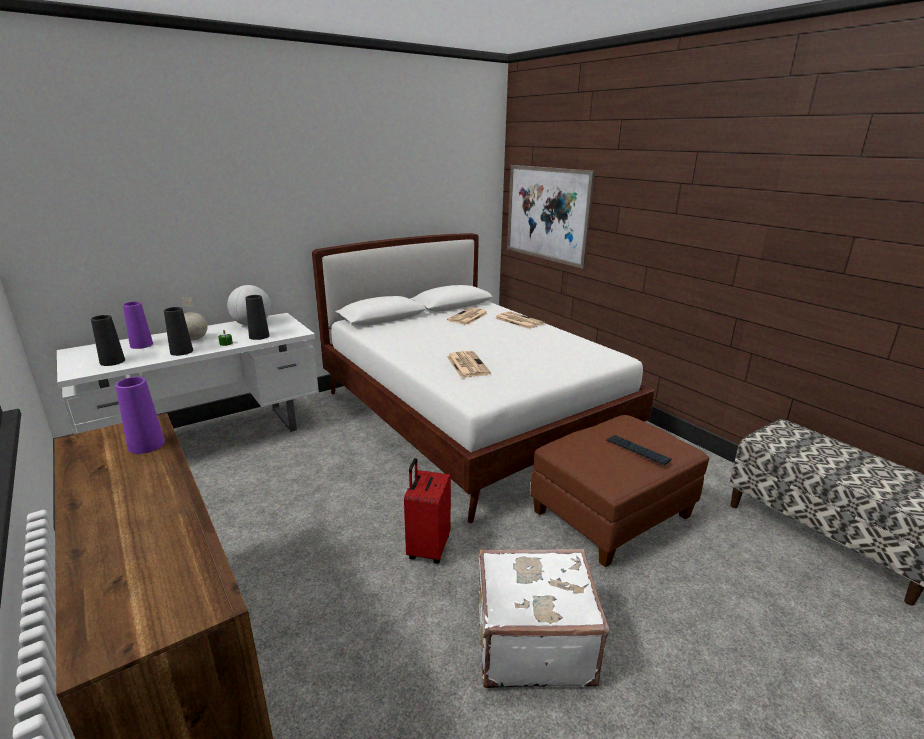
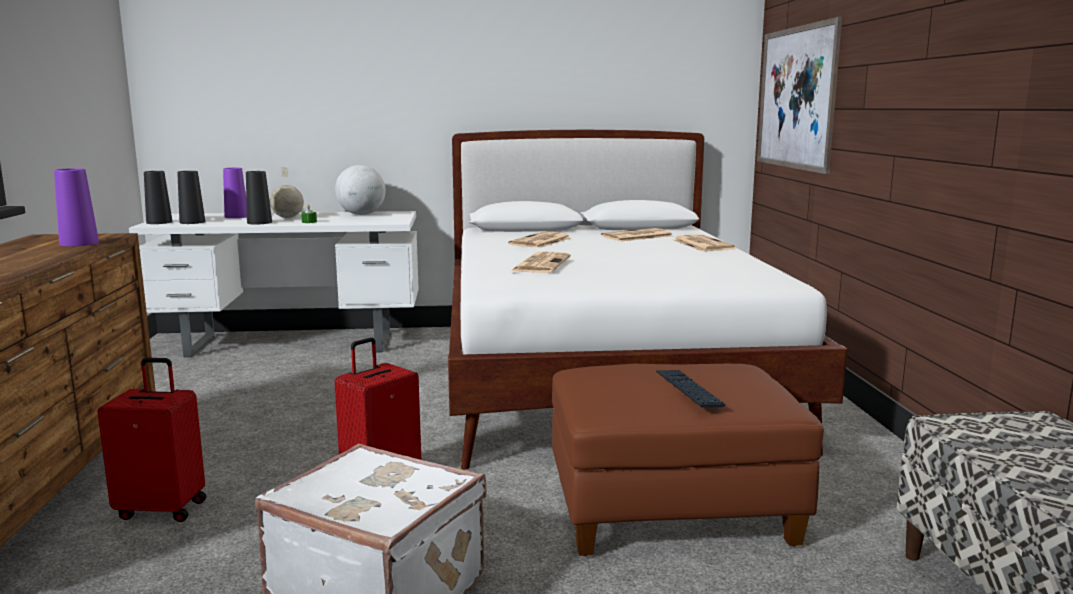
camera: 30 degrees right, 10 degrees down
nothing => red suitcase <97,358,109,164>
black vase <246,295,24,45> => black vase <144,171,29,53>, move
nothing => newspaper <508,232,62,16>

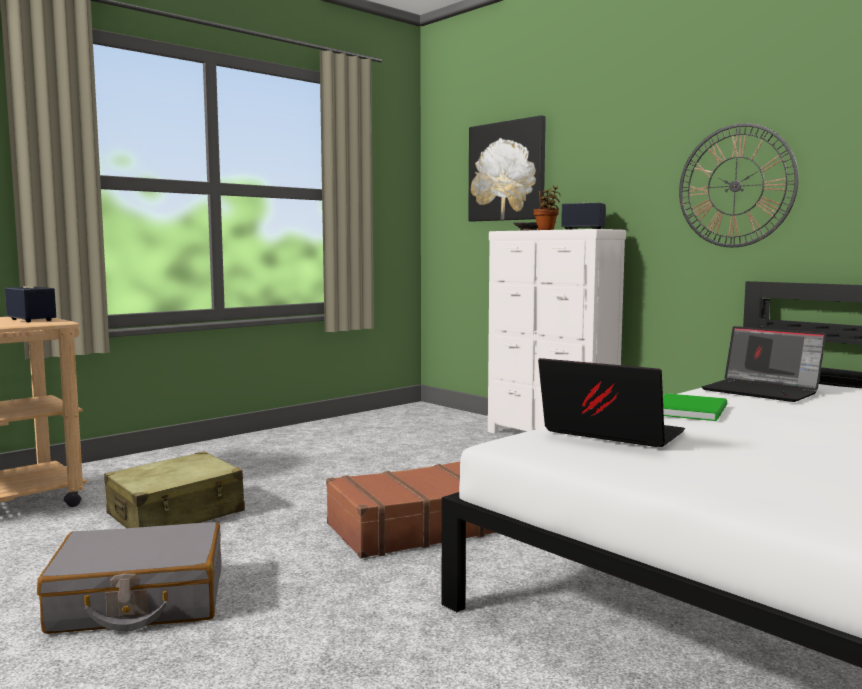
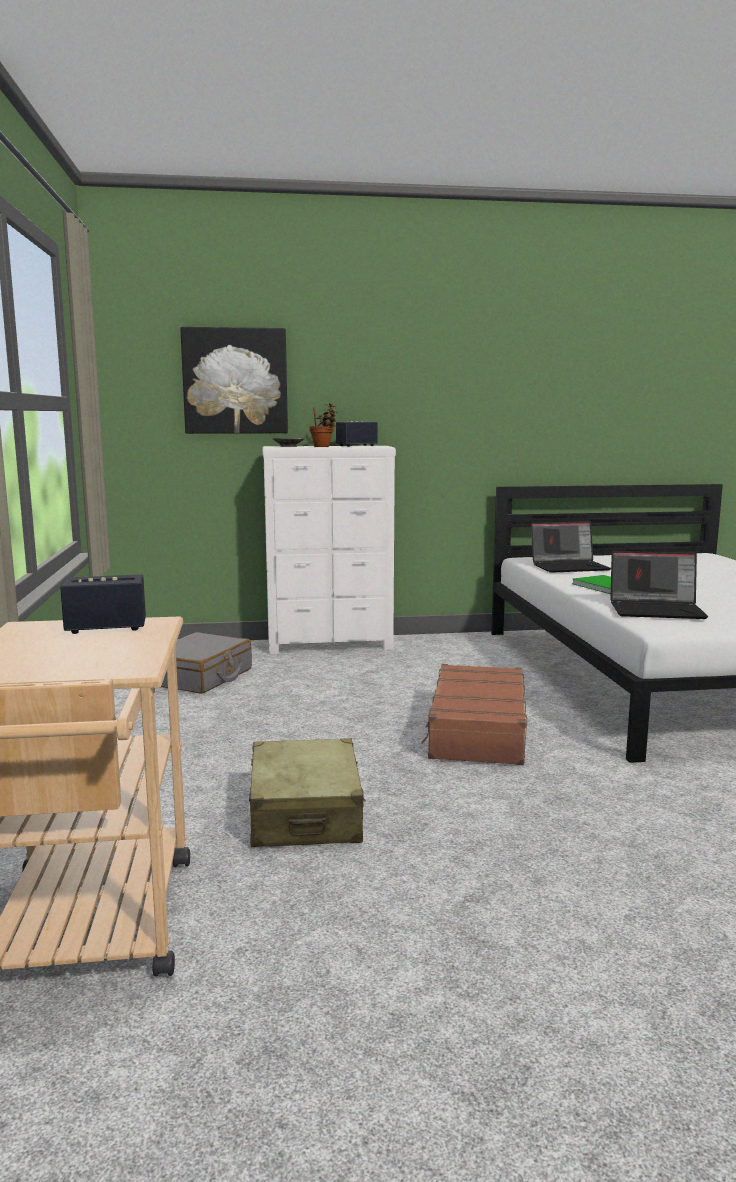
camera: 55 degrees left, 5 degrees up
grey suitcase <37,522,185,112> => grey suitcase <161,632,91,62>, move
laptop <538,358,147,89> => laptop <610,551,98,68>, 150 degrees counterclockwise
wall clock <679,123,120,124> => nothing

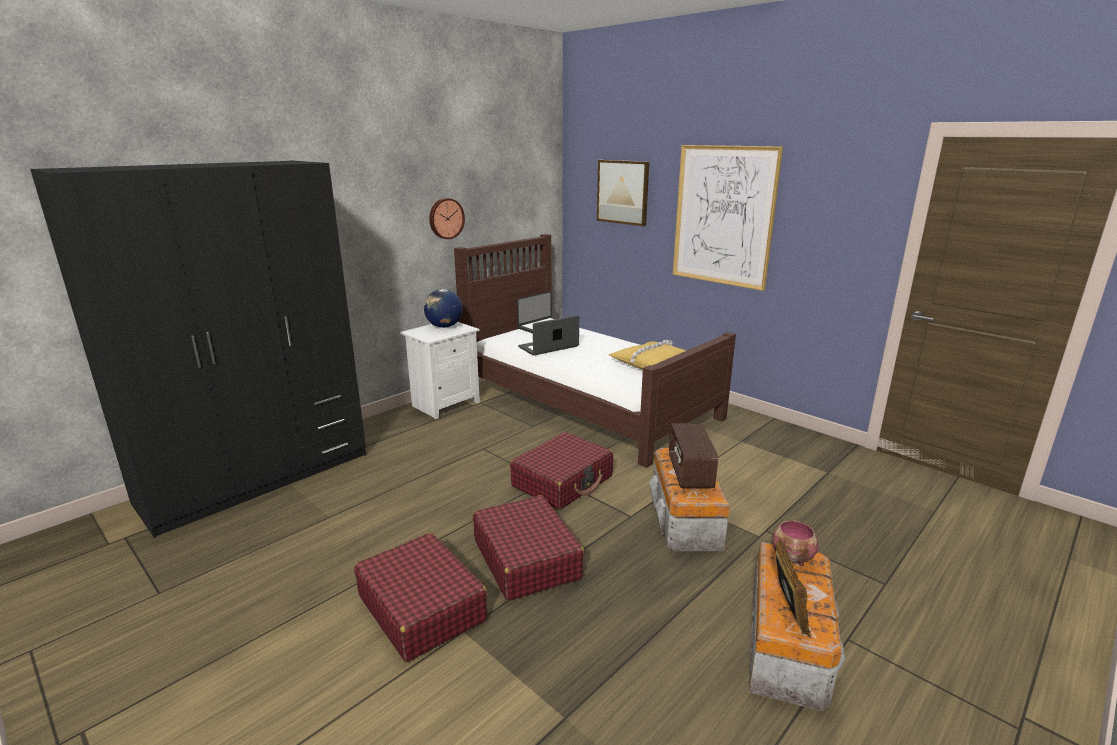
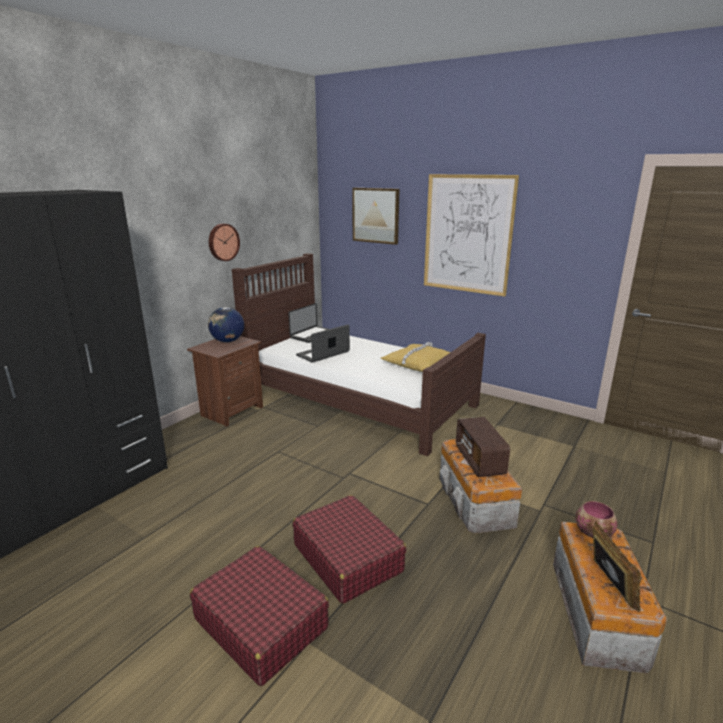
camera: 10 degrees left, 0 degrees up
white nightstand <400,322,80,97> => brown nightstand <187,336,76,91>
red suitcase <510,432,103,78> => nothing

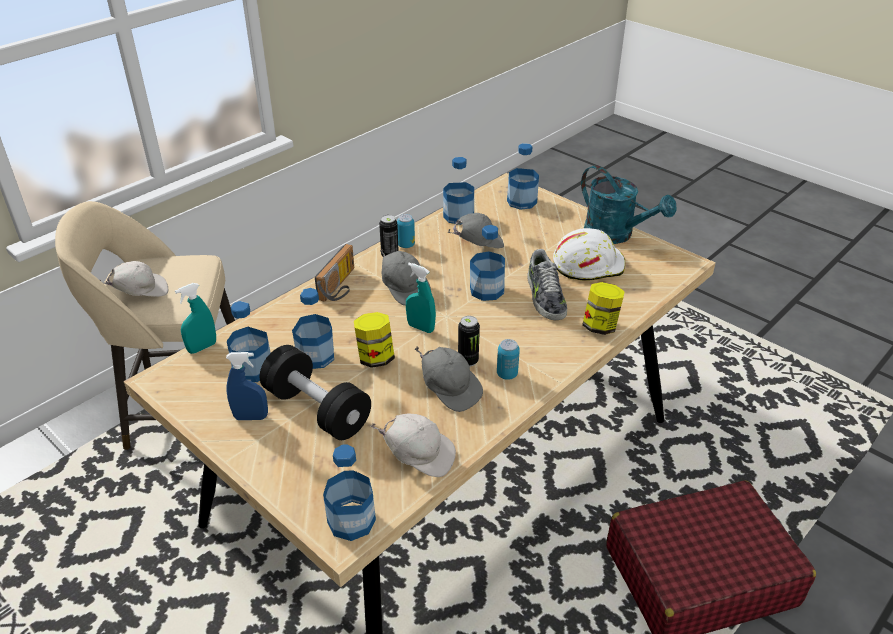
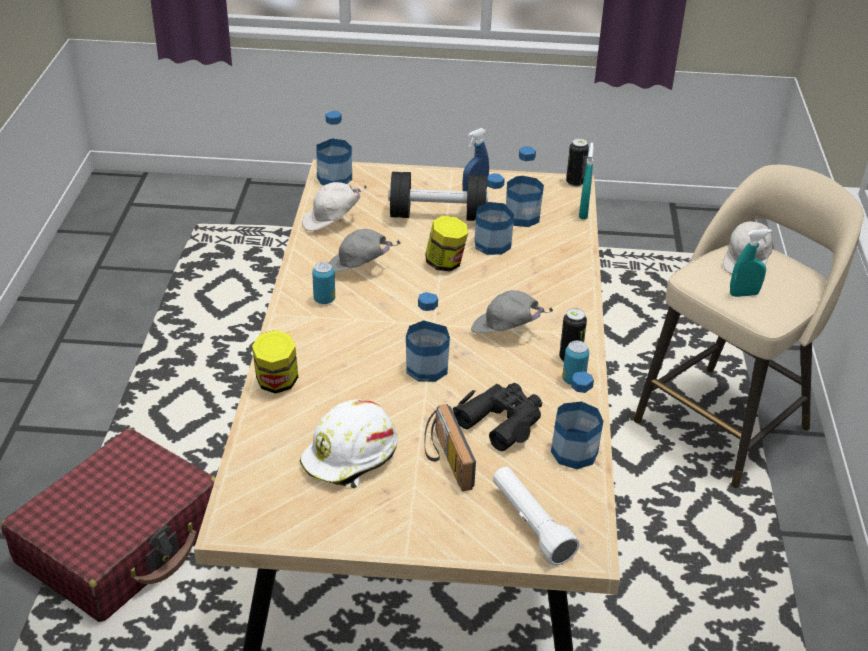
camera: 140 degrees right, 0 degrees up
radio <315,244,39,58> => radio <424,404,52,88>, move
grey cap <448,213,56,35> => black binoculars <453,383,89,68>
bottle <507,143,32,67> => white flashlight <493,467,87,98>
can <458,316,22,51> => can <566,138,23,49>, move
turquoise spray bottle <406,263,30,70> => turquoise spray bottle <730,229,42,68>, move
shoe <528,249,39,71> => nothing
turquoise watering can <581,165,95,79> => nothing

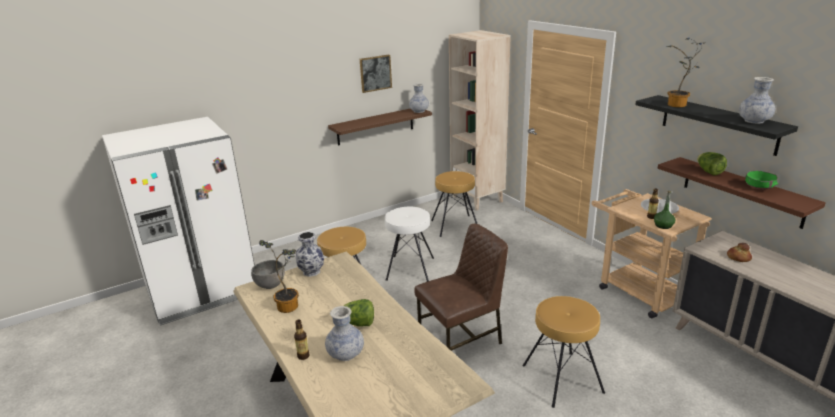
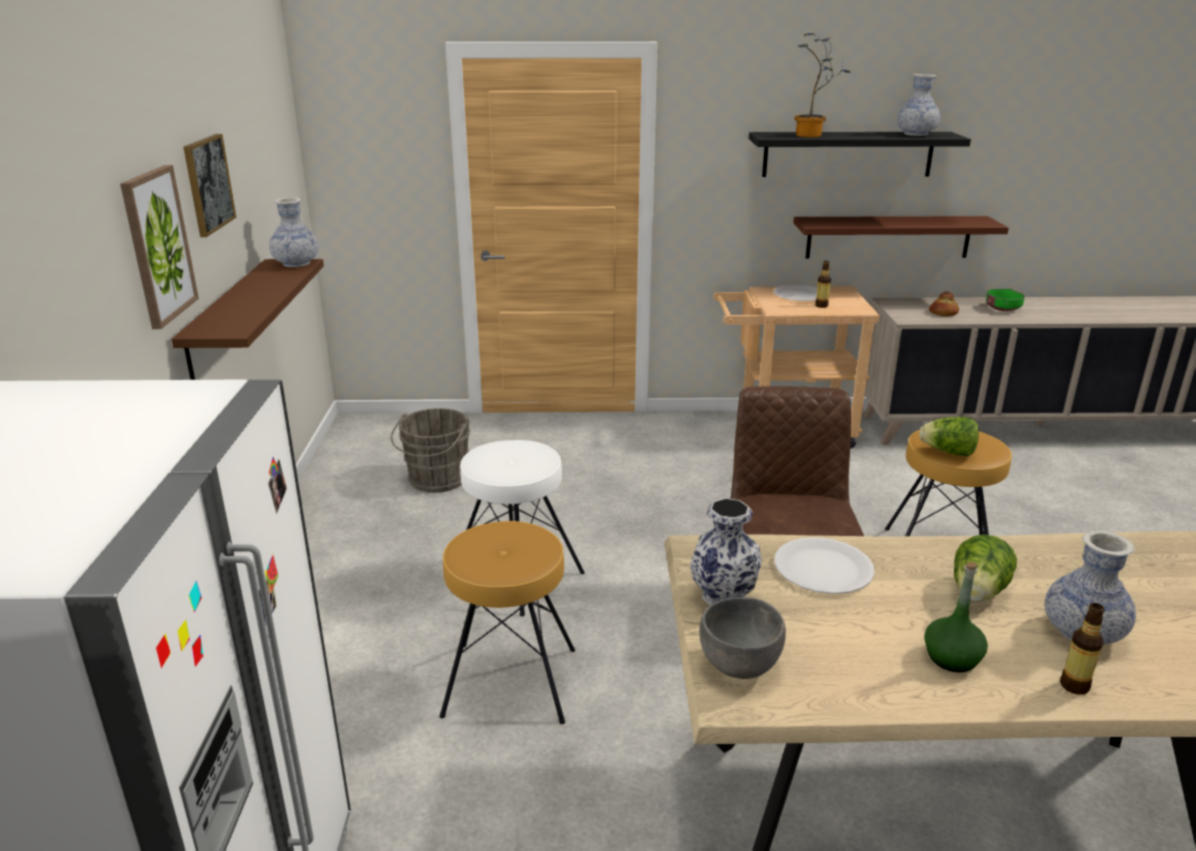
camera: 60 degrees left, 0 degrees up
nothing => picture <120,165,79,164>
brown stool <431,171,46,66> => grey bucket <391,408,80,85>
nothing => white plate <775,537,100,57>
lettuce <697,152,30,23> => lettuce <919,417,60,39>, move
green bottle <654,191,21,38> => green bottle <924,562,64,111>, move
green bowl <744,170,34,20> => green bowl <986,288,39,23>, move
potted plant <259,240,40,73> => nothing
beige bookcase <449,30,62,180> => nothing

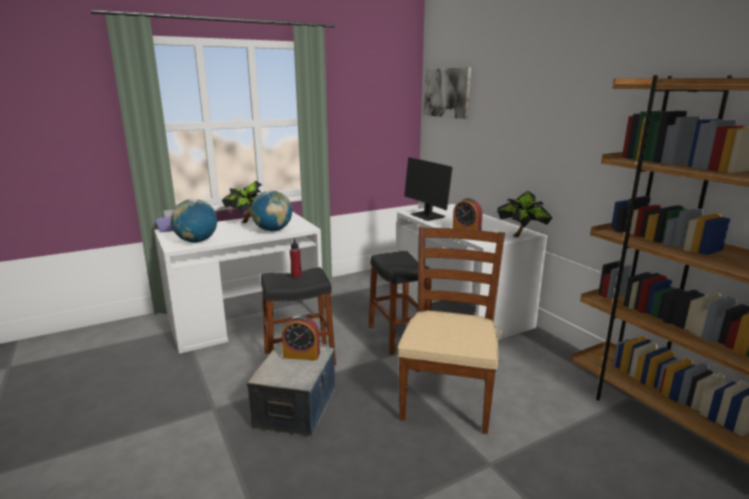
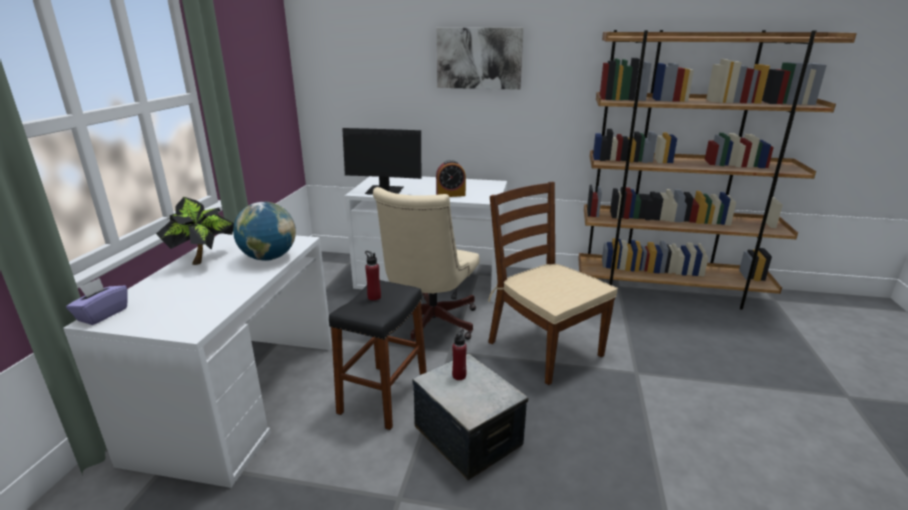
camera: 50 degrees left, 5 degrees up
black stool <369,251,63,104> => beige office chair <373,187,106,154>
picture <424,67,47,52> => picture <437,28,87,62>, move
alarm clock <282,315,38,45> => red bottle <452,329,15,51>
globe <171,199,46,44> => nothing
potted plant <497,191,56,46> => nothing

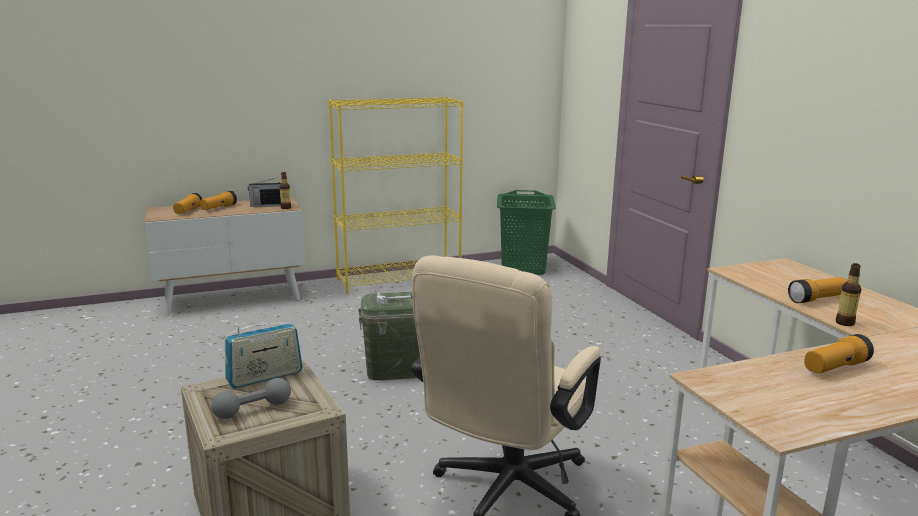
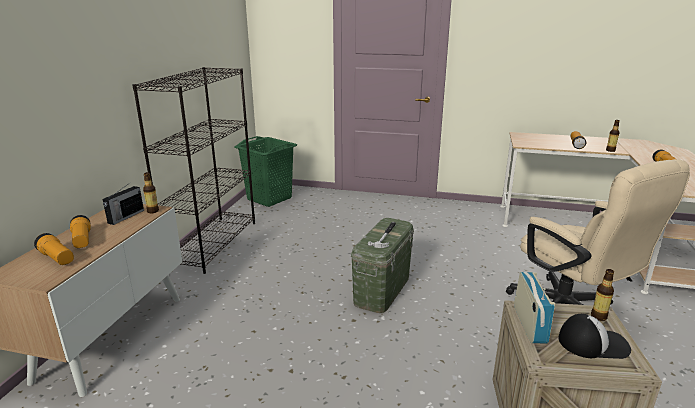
camera: 55 degrees left, 5 degrees up
yellow bookcase <328,97,136,197> => black bookcase <132,67,123,207>
grey dumbbell <211,378,80,41> => cap <558,314,73,45>
nothing => bottle <591,269,23,52>

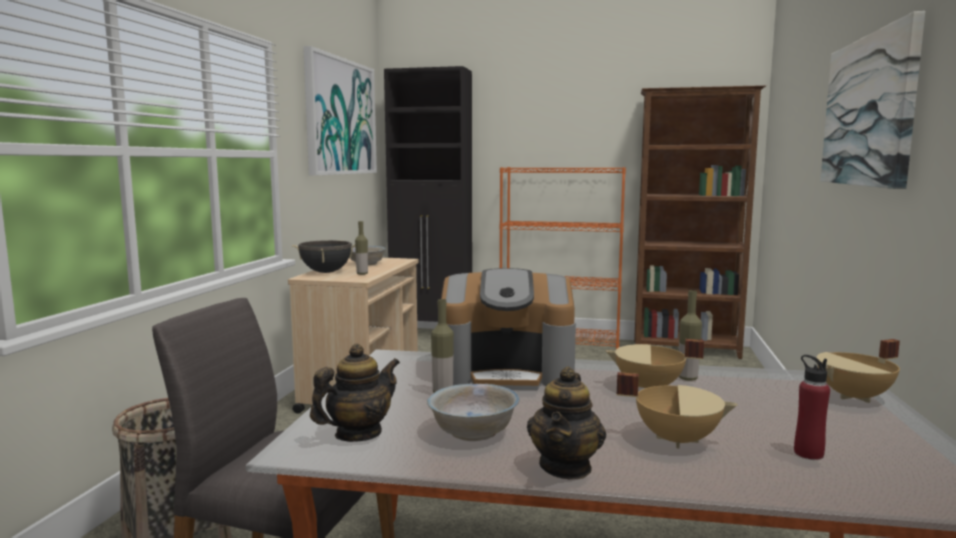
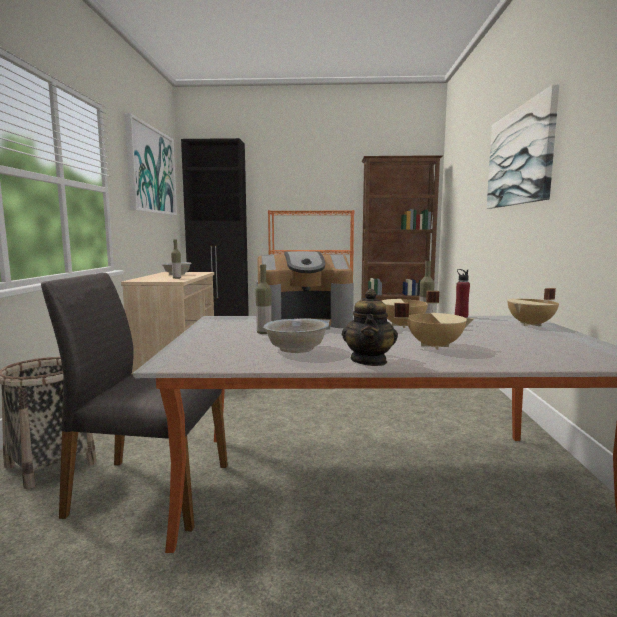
camera: 10 degrees left, 0 degrees up
red bottle <794,355,36,105> => red bottle <455,269,15,49>, move
black cooking pot <292,240,63,33> => nothing
teapot <310,344,90,98> => nothing

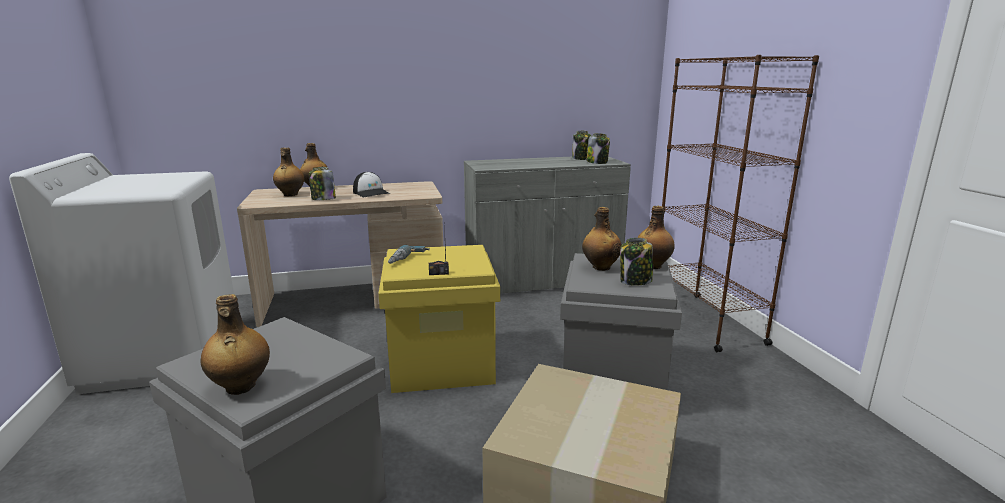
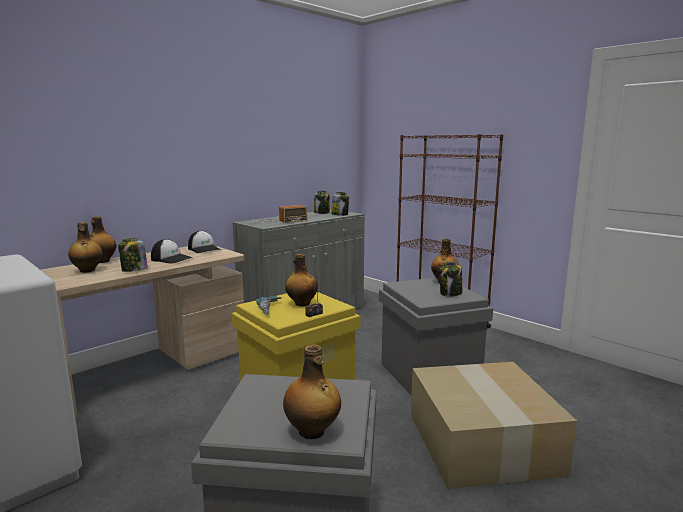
camera: 30 degrees left, 5 degrees down
nothing => cap <188,231,33,22>
nothing => radio <253,205,54,19>
bottle <582,207,40,64> => bottle <285,254,32,52>, move

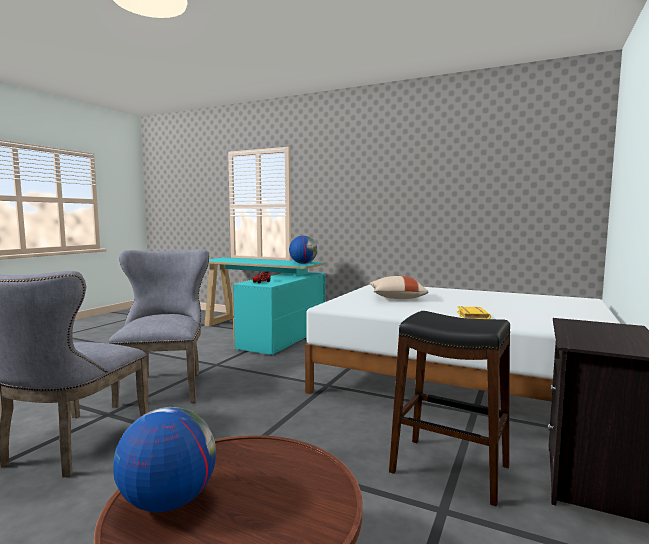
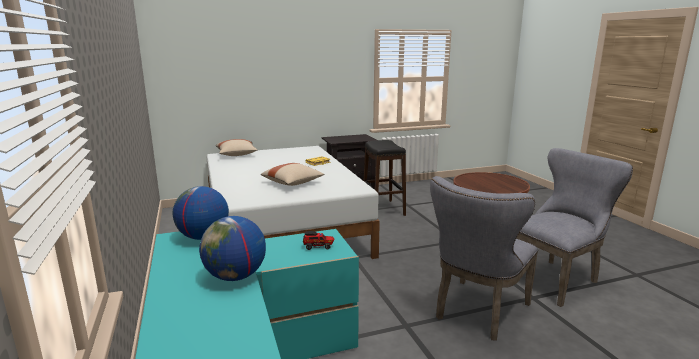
camera: 135 degrees left, 10 degrees up
globe <113,407,103,105> => globe <199,216,67,65>, move
nothing => beige pillow <216,139,41,17>

